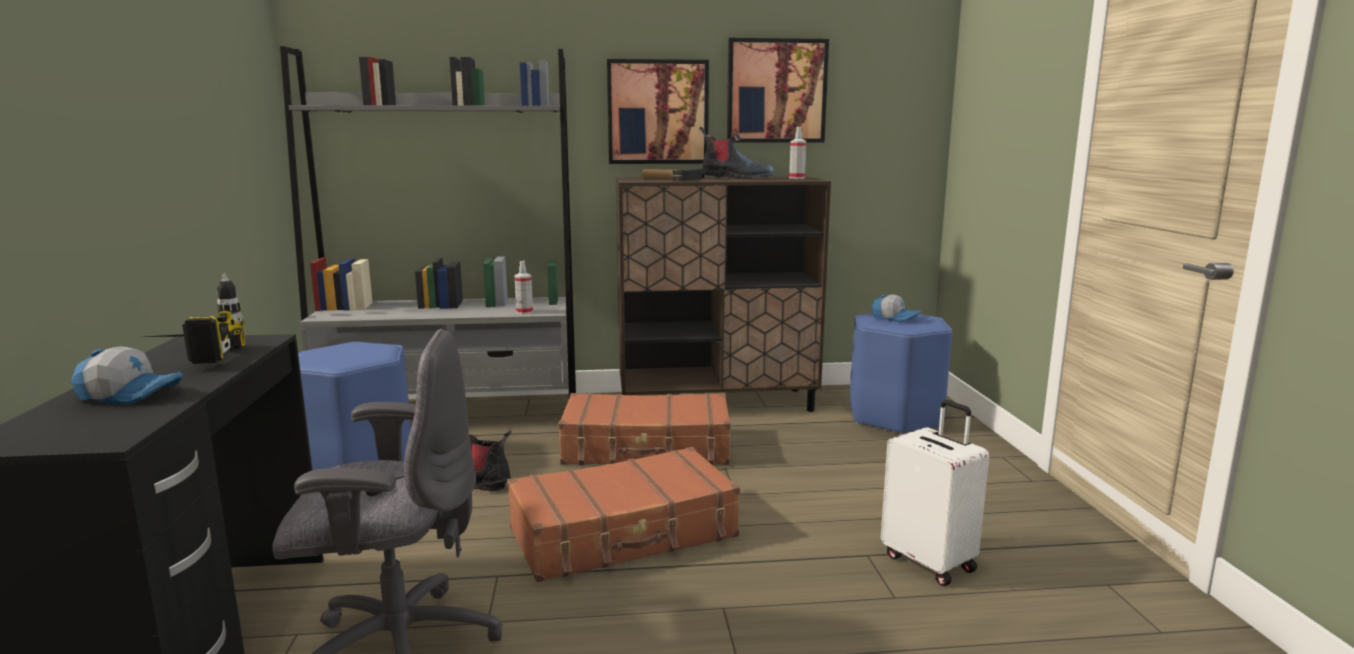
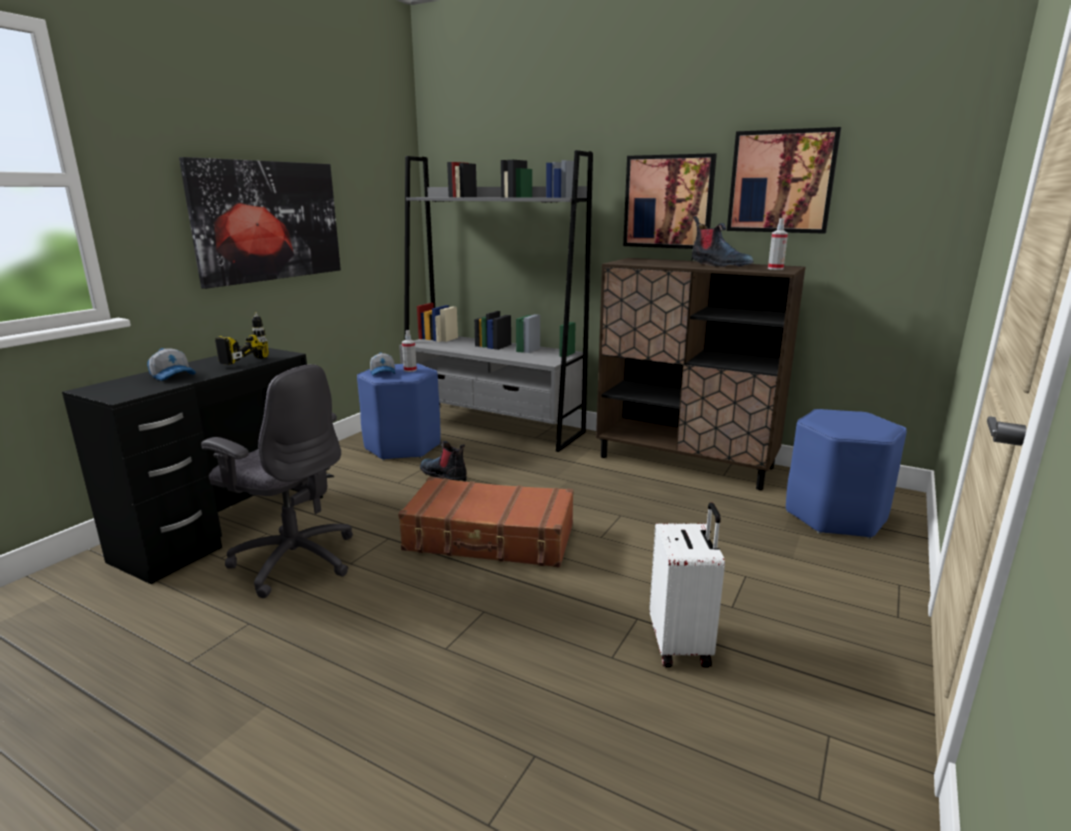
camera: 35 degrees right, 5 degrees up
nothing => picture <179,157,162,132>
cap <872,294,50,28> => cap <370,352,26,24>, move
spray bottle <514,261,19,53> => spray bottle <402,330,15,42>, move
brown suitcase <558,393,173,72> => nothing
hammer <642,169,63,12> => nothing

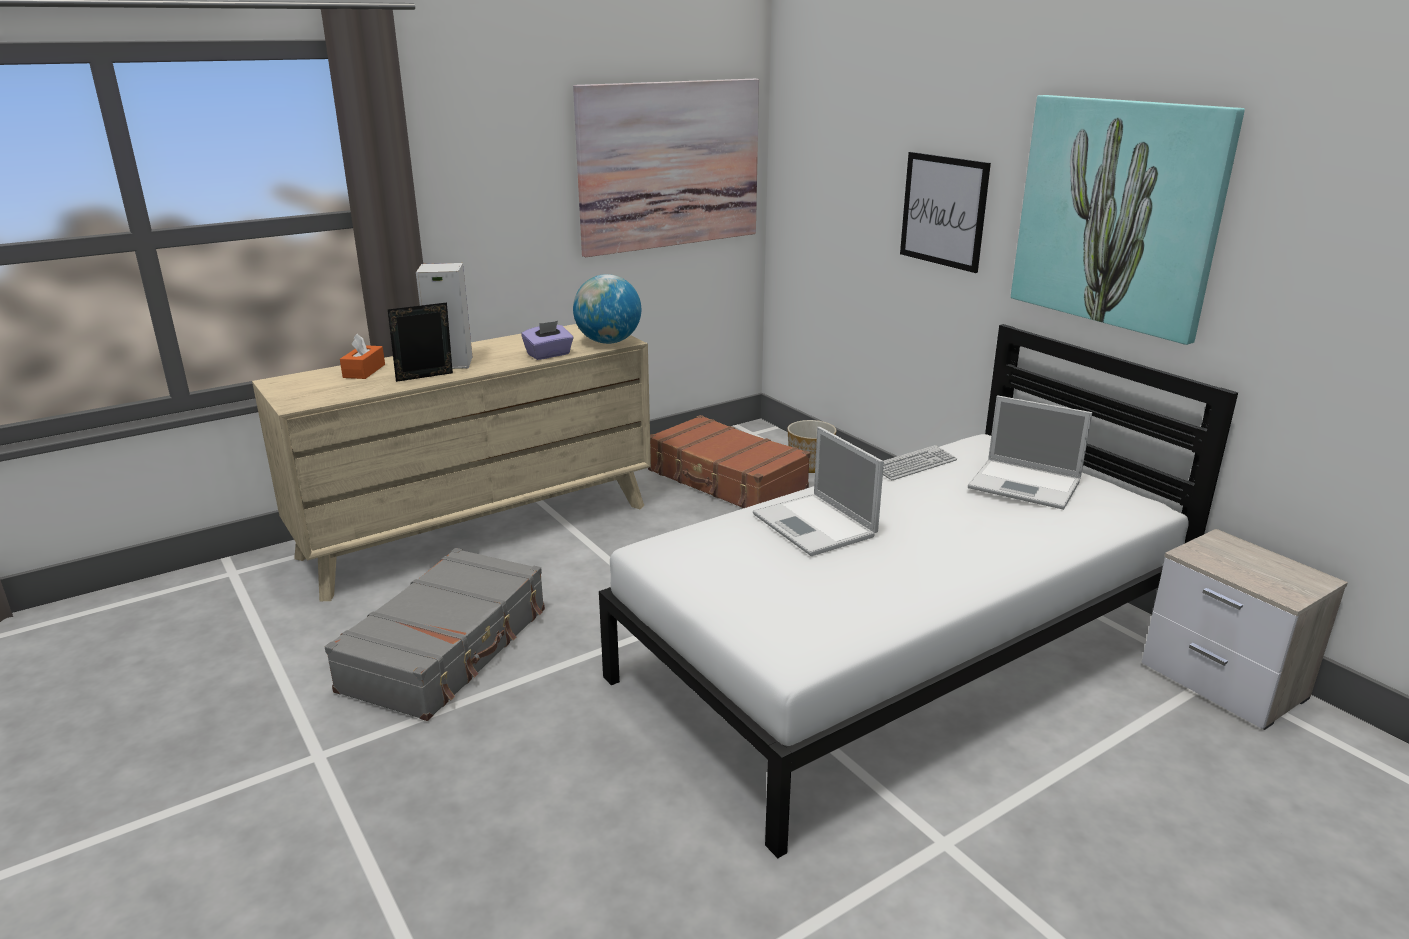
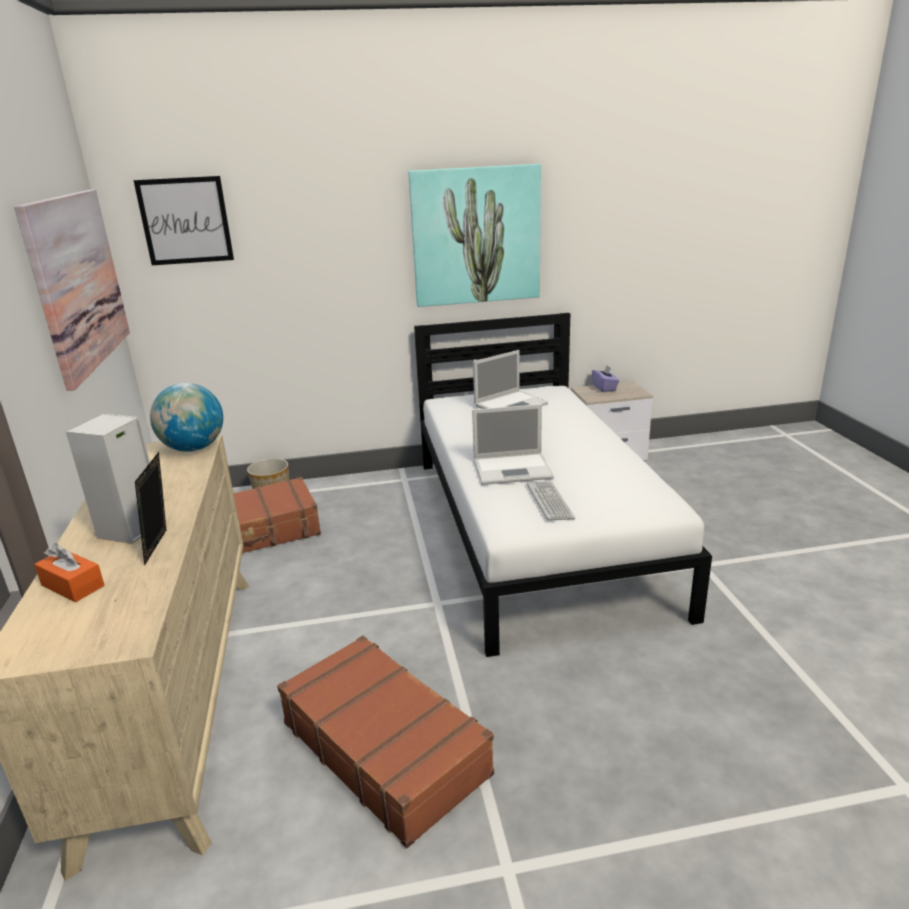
camera: 65 degrees left, 0 degrees up
picture <900,152,91,121> => picture <134,176,100,89>, move
grey suitcase <325,548,220,173> => brown suitcase <277,636,217,212>
keyboard <883,445,74,35> => keyboard <527,481,49,40>, move
purple tissue box <521,321,53,39> => purple tissue box <592,365,27,27>, move

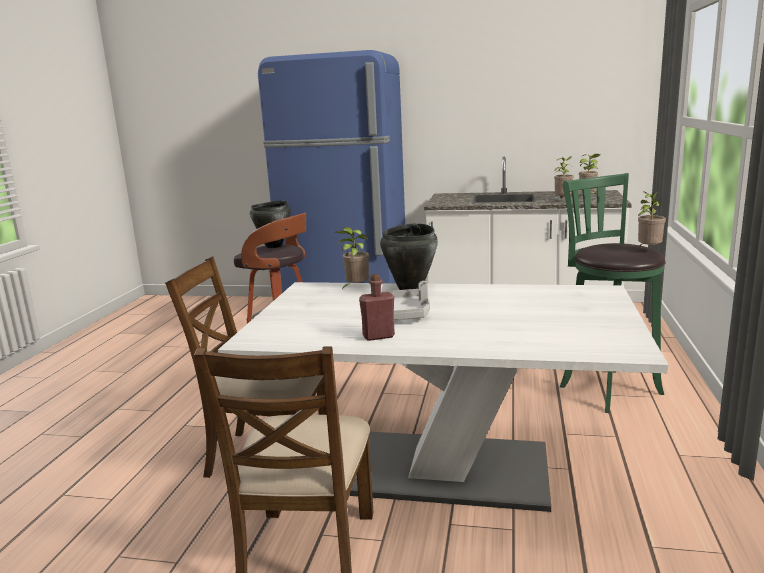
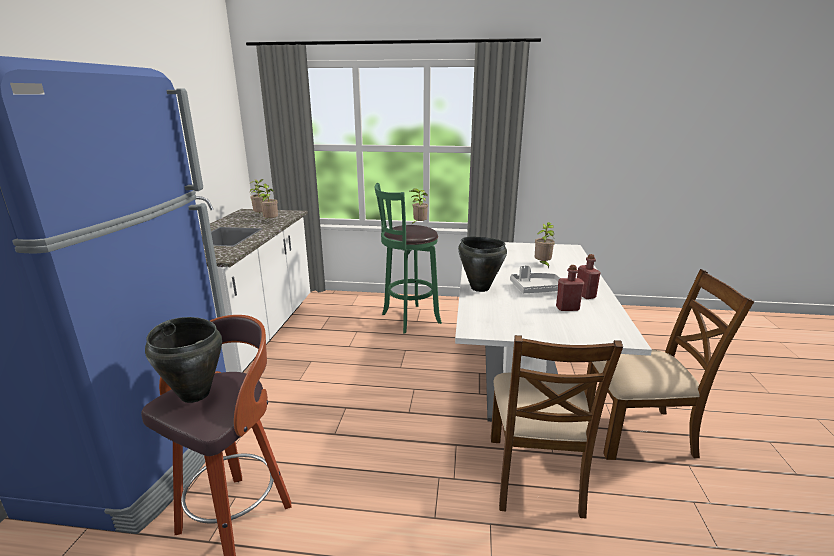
camera: 95 degrees left, 5 degrees up
potted plant <335,227,34,63> => potted plant <535,222,20,47>, move
nothing => red bottle <556,265,28,46>

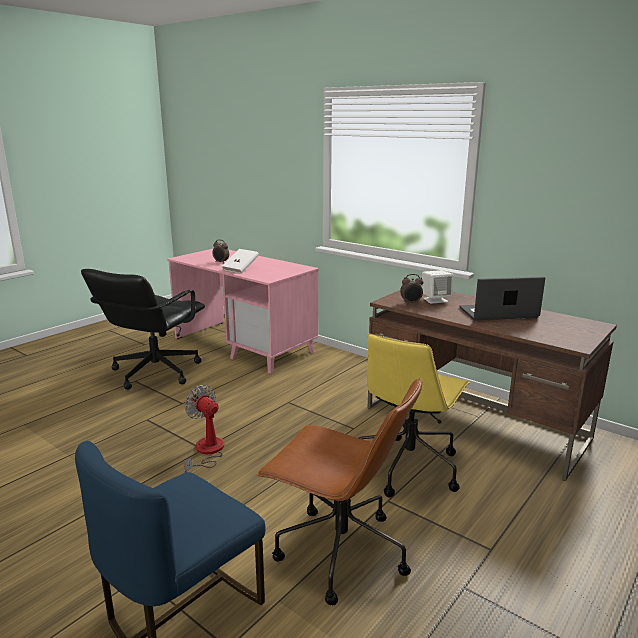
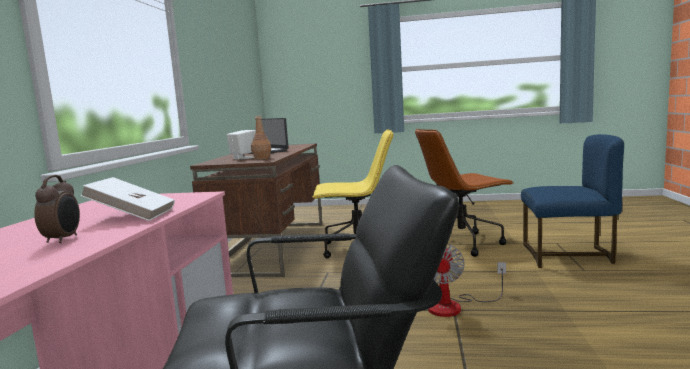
camera: 120 degrees left, 10 degrees down
alarm clock <400,274,23,30> => brown bottle <251,116,20,44>
brown office chair <256,378,166,227> => brown office chair <415,129,99,128>, 105 degrees counterclockwise

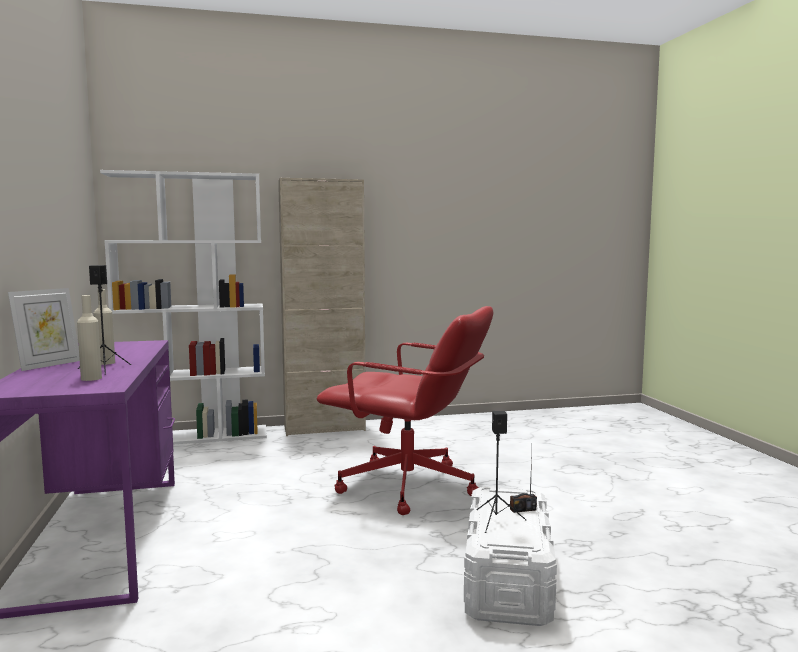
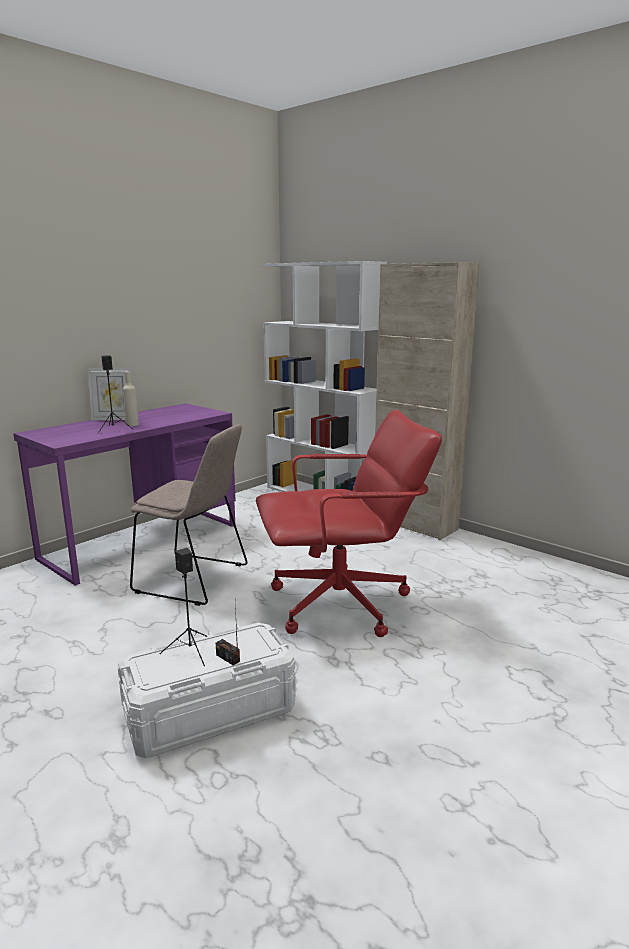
camera: 55 degrees right, 10 degrees up
nothing => beige chair <130,424,117,182>
red office chair <317,306,176,209> => red office chair <256,409,186,228>, 90 degrees counterclockwise
beige bottle <77,295,25,86> => nothing

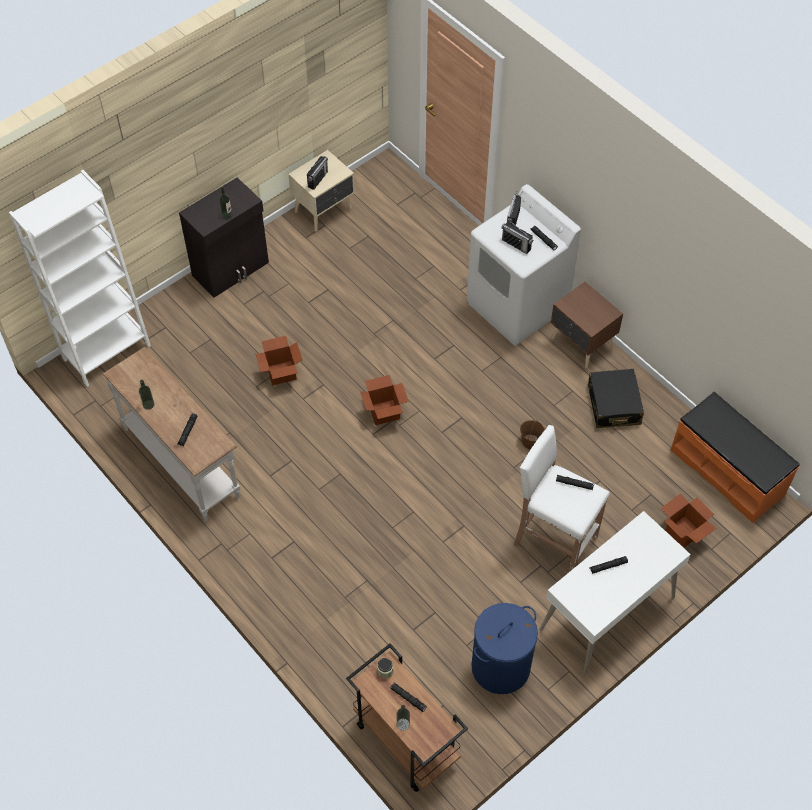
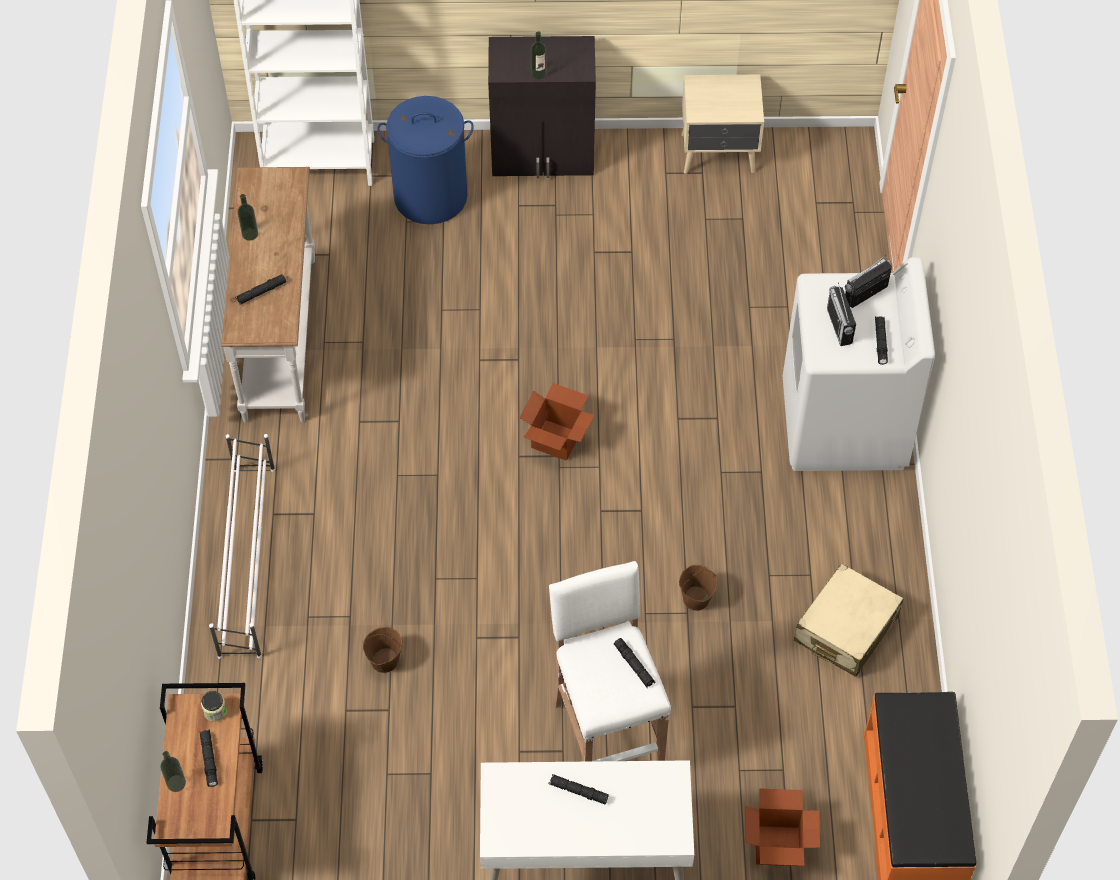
camera: 40 degrees right, 0 degrees up
nothing => white shoe rack <209,434,66,225>
nothing => brown bucket <363,627,40,46>
blue laundry basket <471,603,67,91> => blue laundry basket <377,96,97,128>, move
black suitcase <588,369,56,59> => beige suitcase <794,563,109,114>
cardboard box <255,336,47,50> => nothing
radio <307,156,21,34> => nothing
brown nightstand <551,282,72,86> => nothing

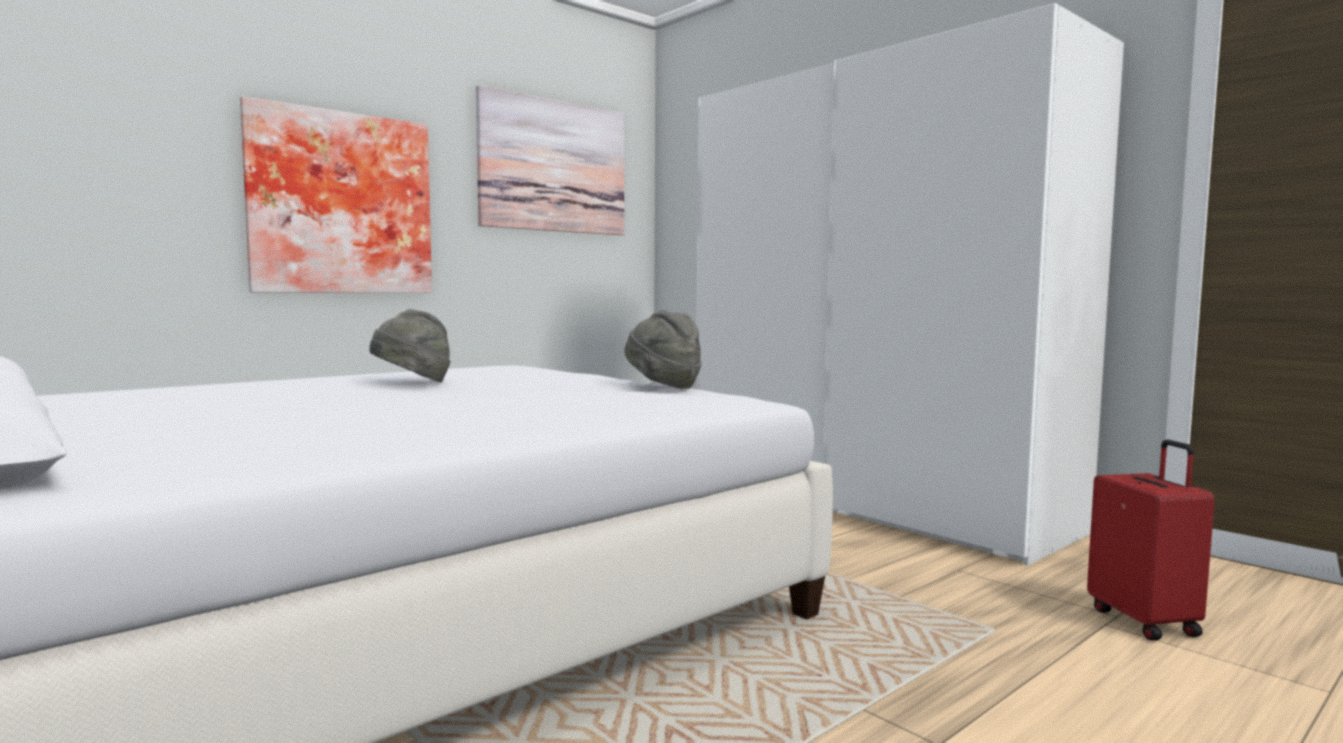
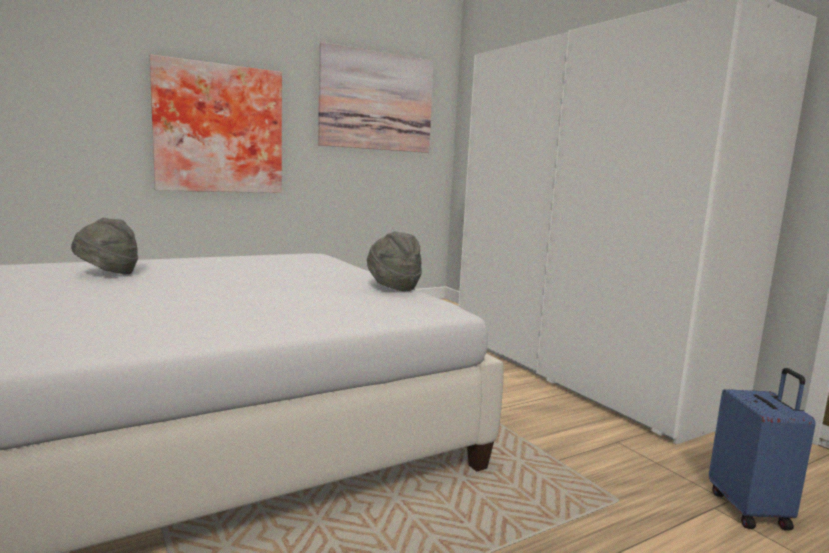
camera: 10 degrees right, 5 degrees up
grey hat <370,309,81,74> => grey hat <71,218,67,57>, move
red suitcase <1087,440,128,201> => blue suitcase <709,368,107,163>

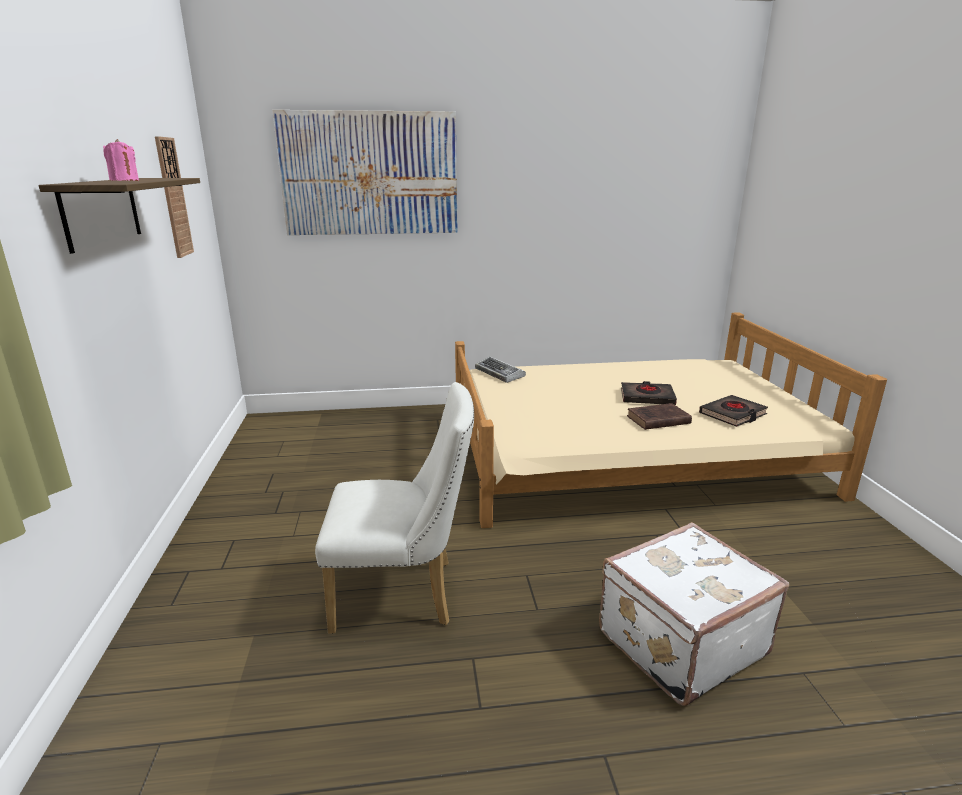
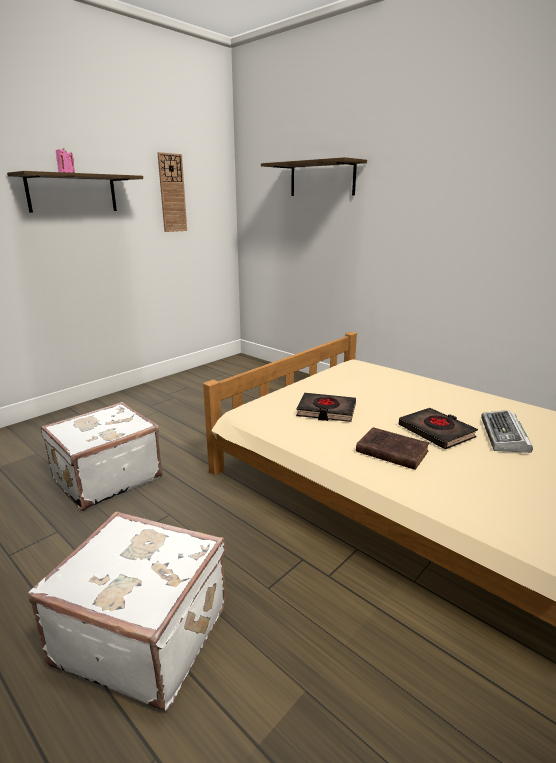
camera: 50 degrees right, 0 degrees up
white chair <315,382,159,252> => white suitcase <41,402,121,109>
picture <272,110,186,125> => shelf <261,157,106,39>
black book <699,395,69,32> => black book <296,393,60,29>, move
keyboard <475,357,51,26> => keyboard <481,410,52,43>, move

